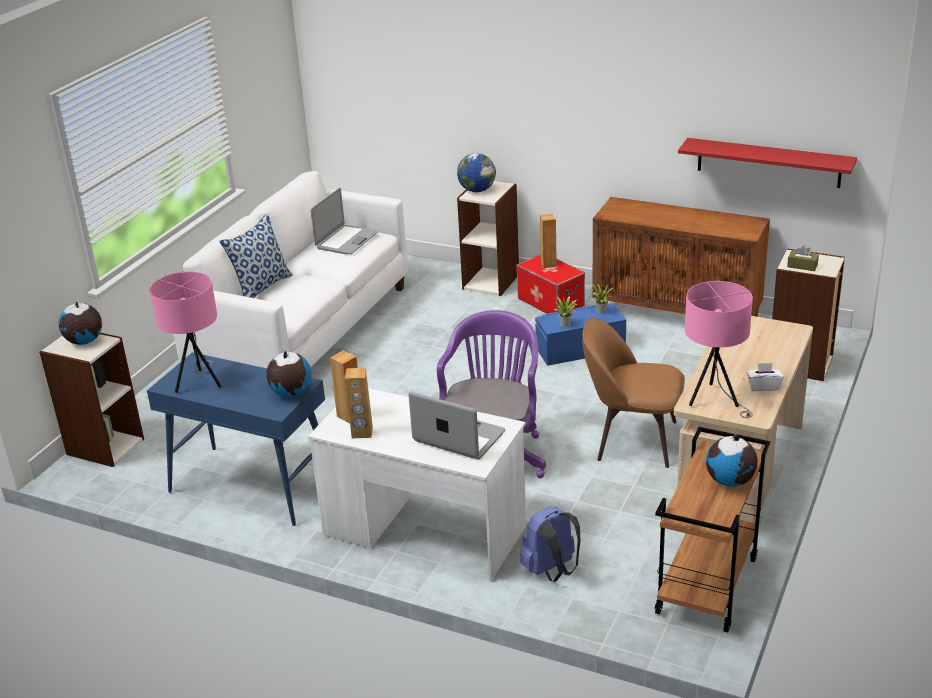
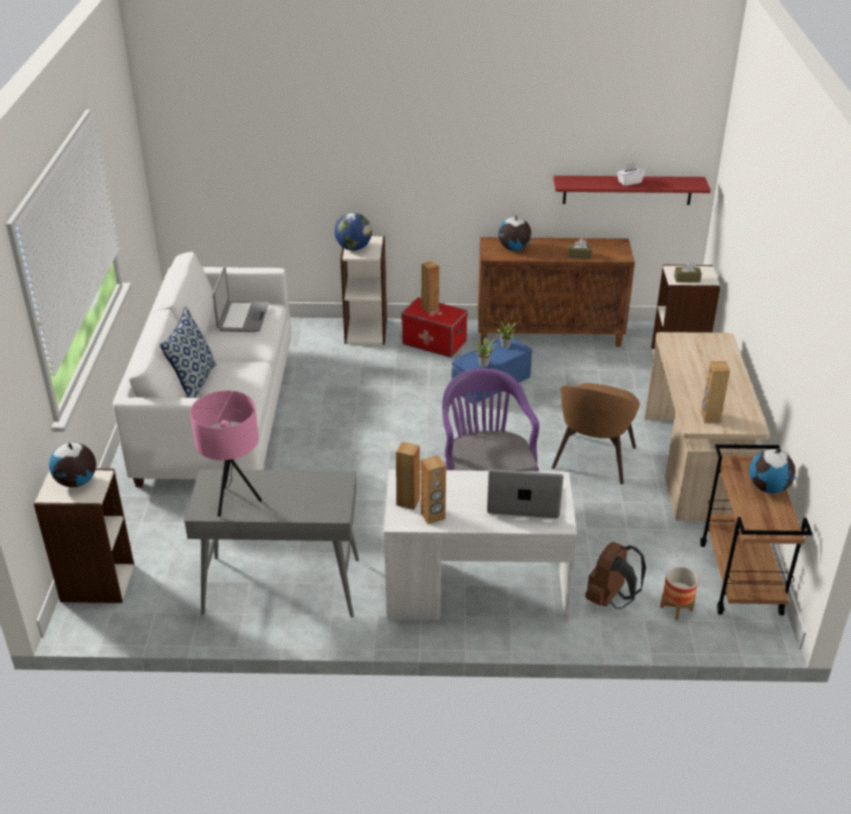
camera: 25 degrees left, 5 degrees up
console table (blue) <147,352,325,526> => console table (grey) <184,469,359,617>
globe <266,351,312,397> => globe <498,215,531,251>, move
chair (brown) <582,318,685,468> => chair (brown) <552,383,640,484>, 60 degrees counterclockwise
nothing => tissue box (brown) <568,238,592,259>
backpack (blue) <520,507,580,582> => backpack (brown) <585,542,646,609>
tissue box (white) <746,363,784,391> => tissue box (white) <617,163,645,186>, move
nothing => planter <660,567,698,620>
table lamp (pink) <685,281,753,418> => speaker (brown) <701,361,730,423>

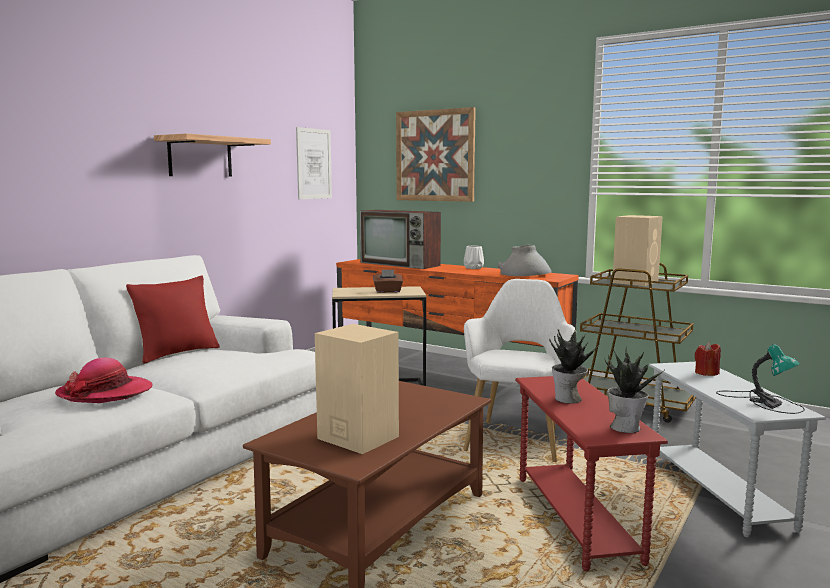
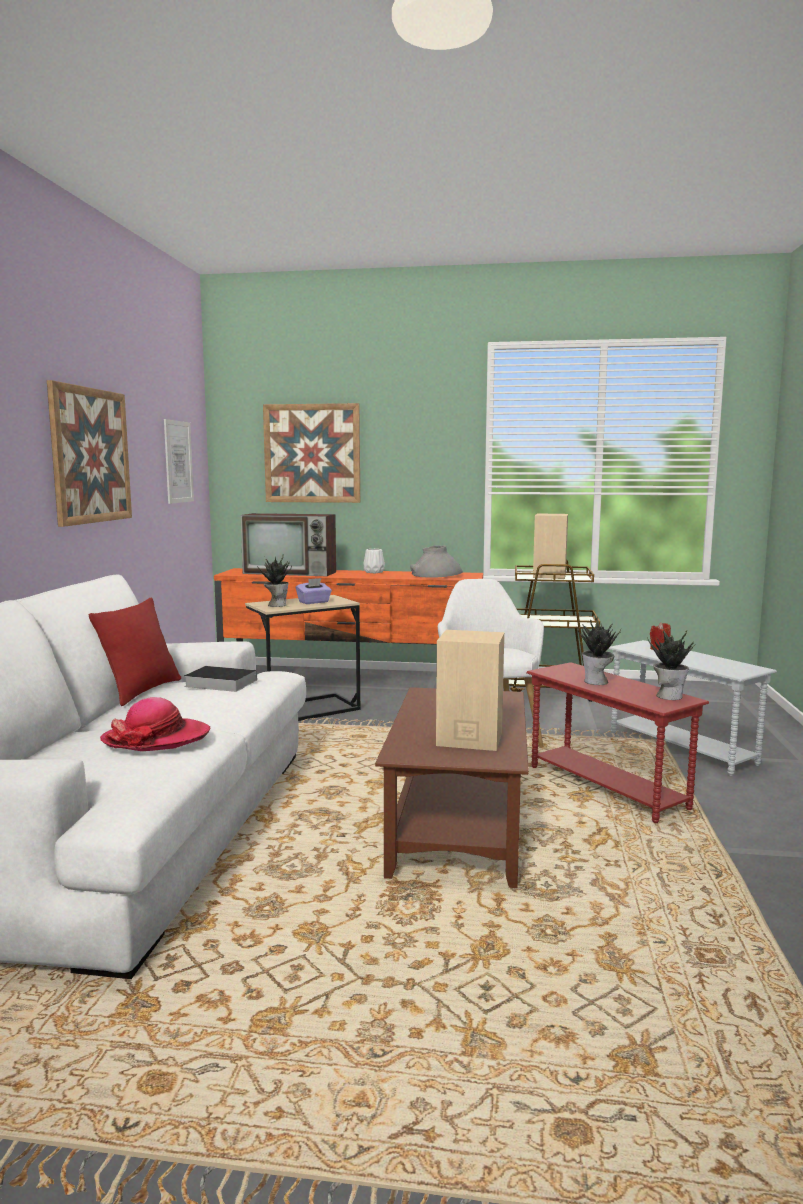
camera: 25 degrees left, 0 degrees up
shelf <154,134,271,177> => picture <47,380,132,527>
nothing => book <184,666,257,692>
nothing => potted plant <257,555,292,607>
tissue box (brown) <373,270,403,293> => tissue box (purple) <296,578,332,604>
table lamp <716,344,805,414> => nothing

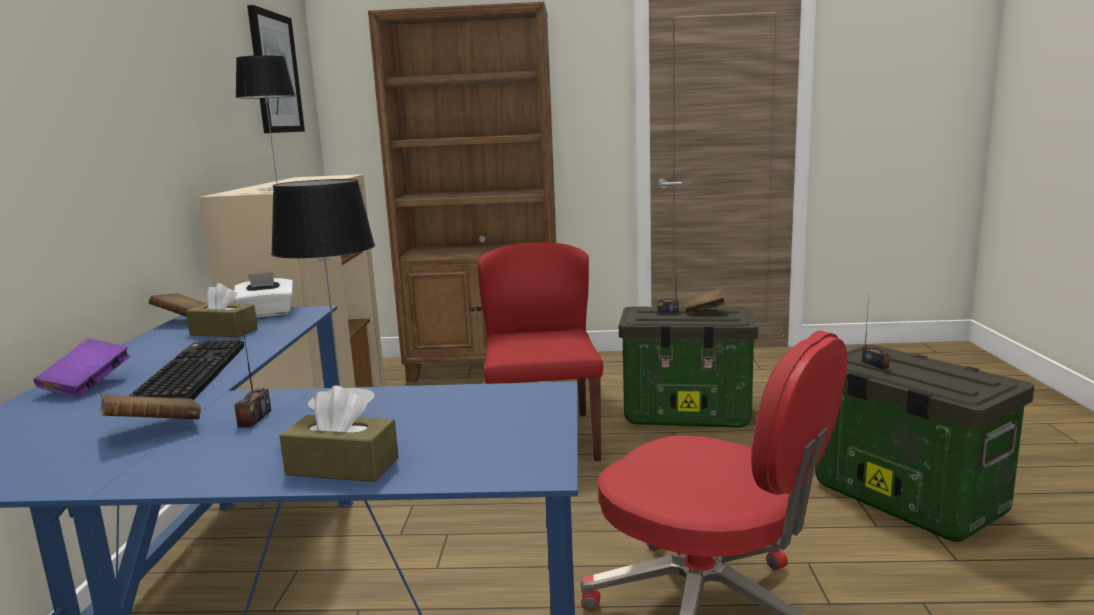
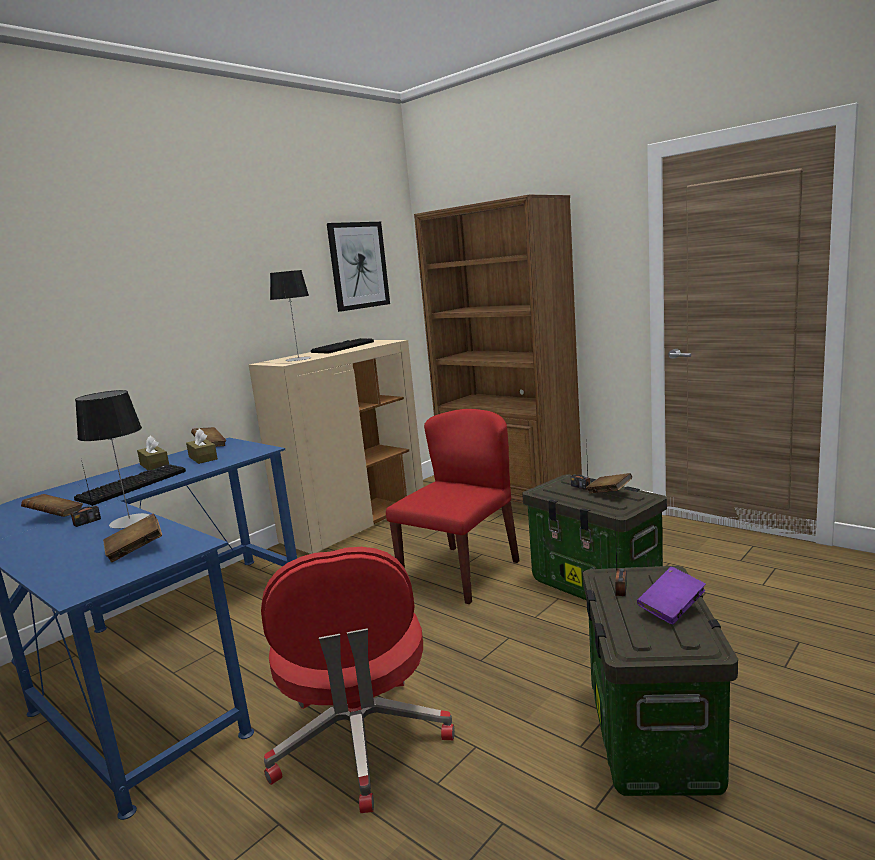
camera: 40 degrees right, 0 degrees up
nothing => book (brown) <103,514,162,562>
tissue box (brown) <279,385,399,482> => tissue box (brown) <137,436,169,470>, move
nothing => keyboard <311,338,374,354>
book (purple) <34,339,130,397> => book (purple) <637,567,706,624>, move
tissue box (white) <233,272,293,318> => nothing

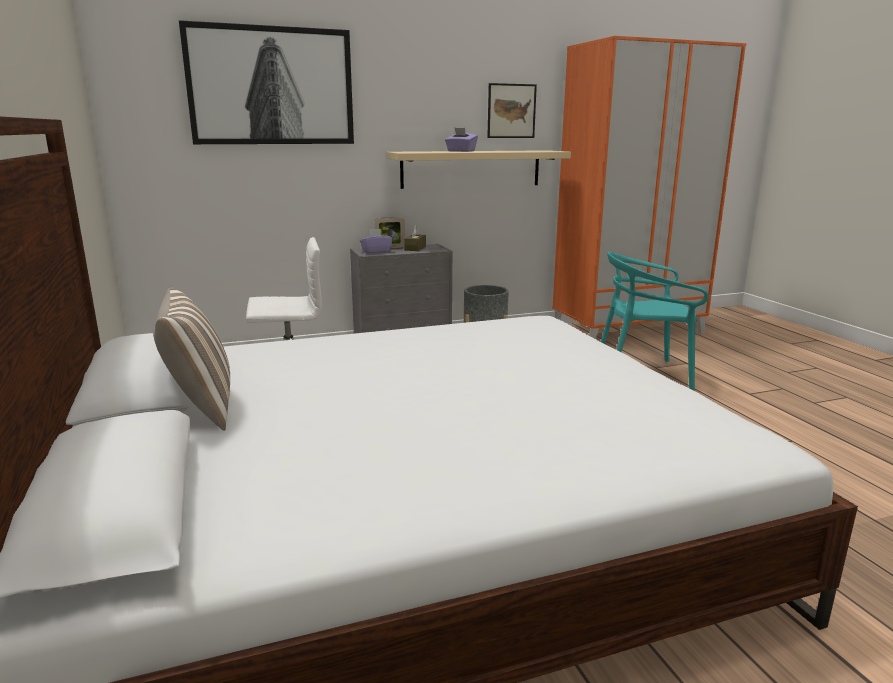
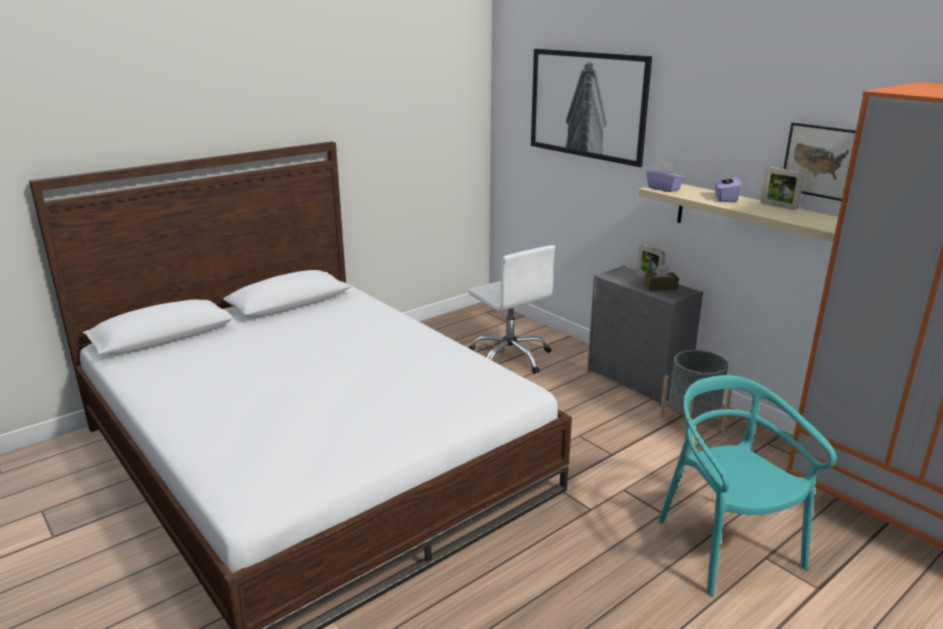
camera: 70 degrees right, 5 degrees up
tissue box (purple) <360,229,393,254> => tissue box (purple) <647,162,685,192>, move
nothing => picture frame <761,167,804,210>
pillow <153,287,230,431> => nothing

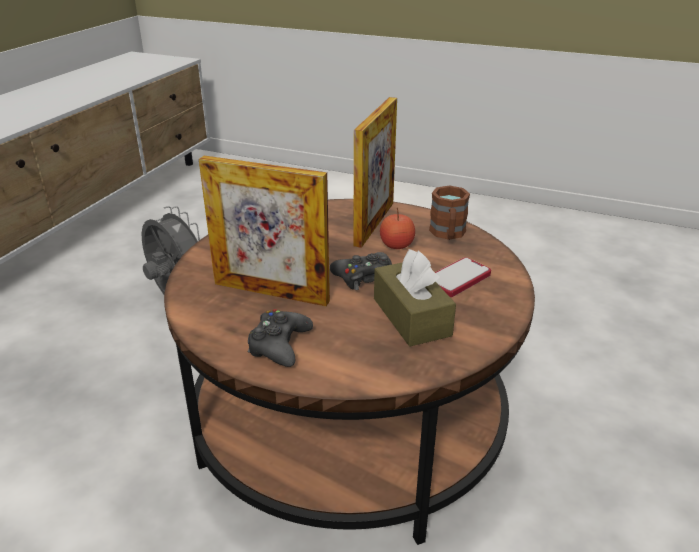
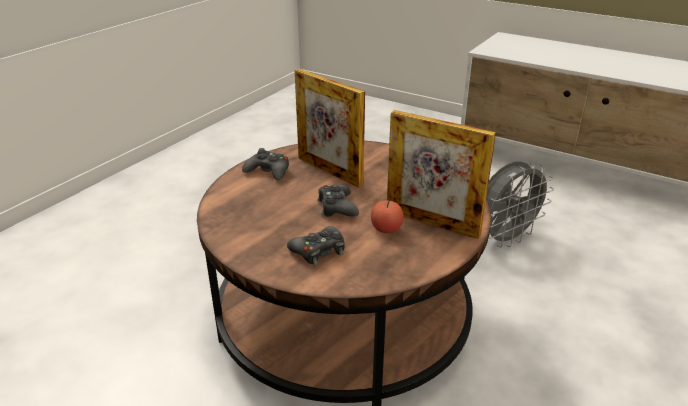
camera: 100 degrees right, 0 degrees up
phone <435,257,491,297> => game controller (black) <287,226,345,265>
picture frame <199,156,330,306> => picture frame <295,69,365,187>, 75 degrees counterclockwise
tissue box (brown) <374,249,456,346> => nothing
mug (brown) <429,185,470,240> => nothing

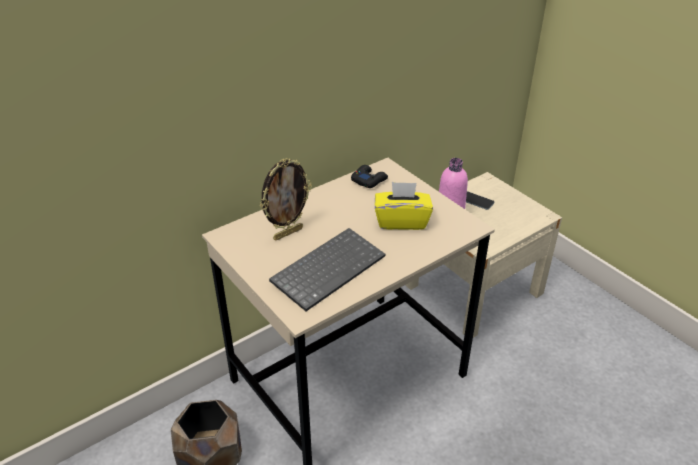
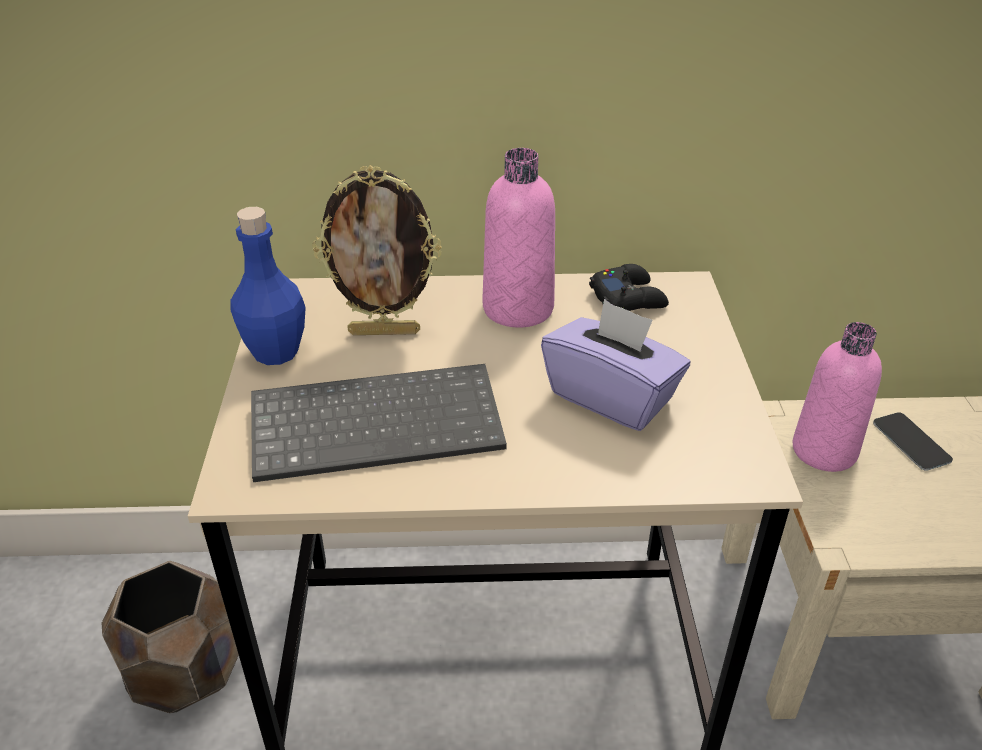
camera: 35 degrees right, 0 degrees up
nothing => bottle (blue) <230,207,306,365>
nothing => bottle (pink) <483,148,555,327>
tissue box (yellow) <375,182,433,230> => tissue box (purple) <541,299,690,431>

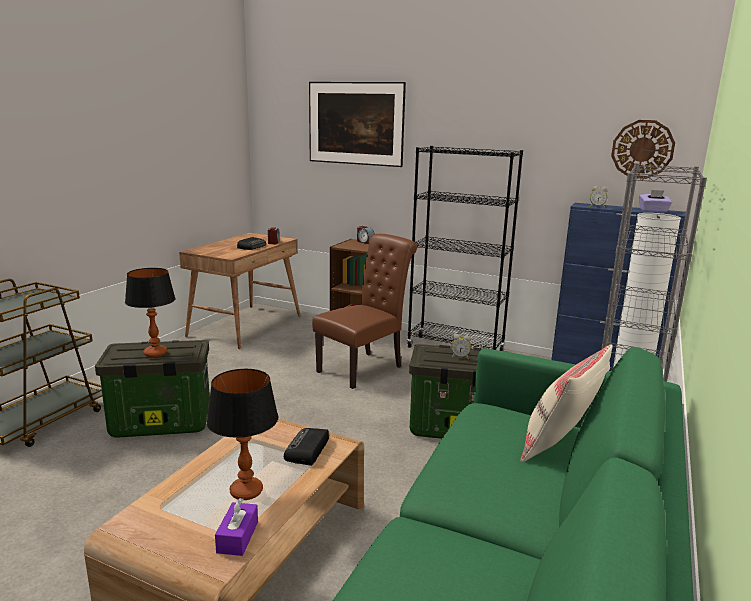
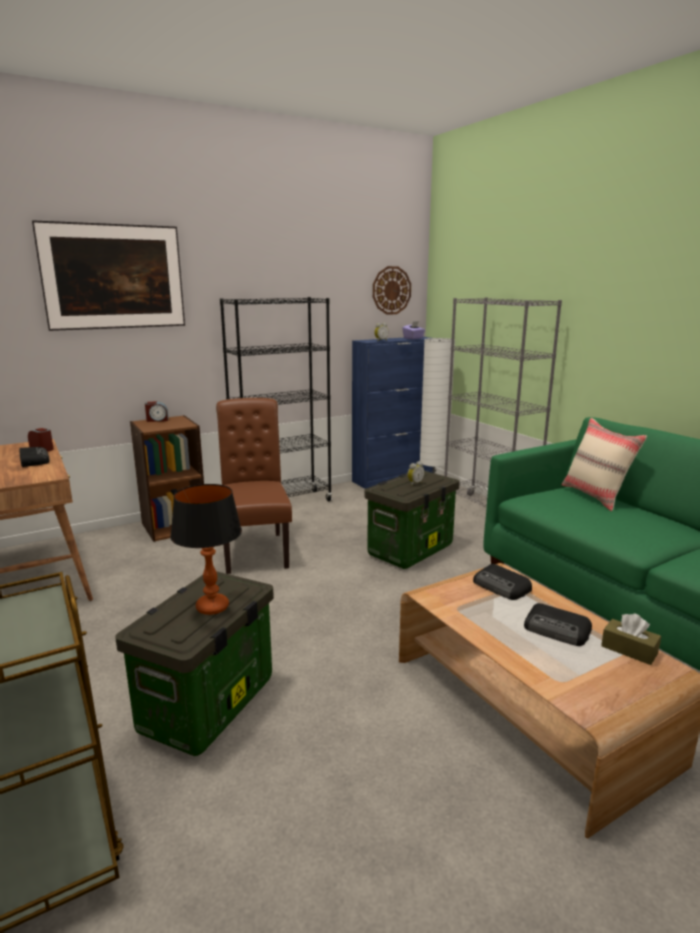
camera: 55 degrees left, 0 degrees up
table lamp <207,369,278,500> => radio <524,603,592,646>
tissue box (purple) <215,498,258,556> => tissue box (brown) <601,614,661,665>

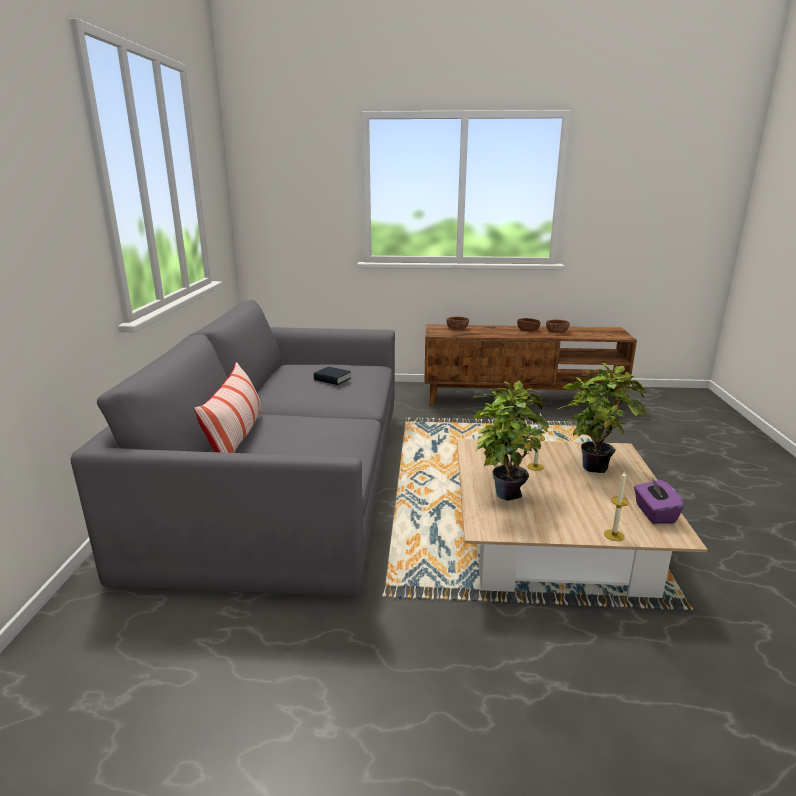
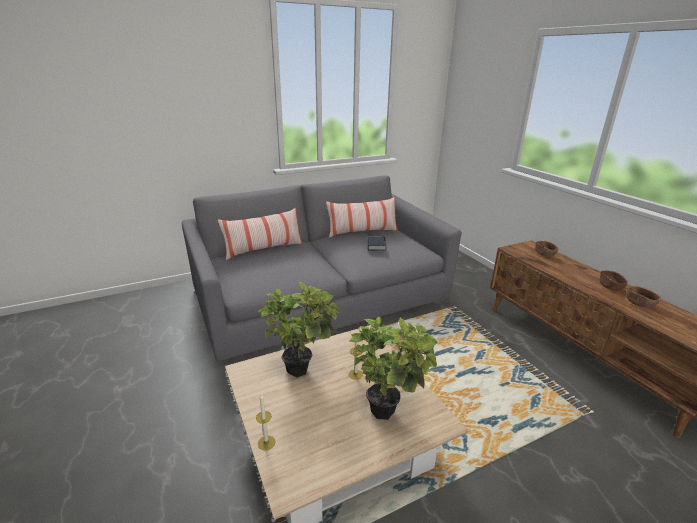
camera: 60 degrees right, 5 degrees up
nothing => pillow <326,197,398,238>
tissue box (purple) <634,477,684,524> => nothing

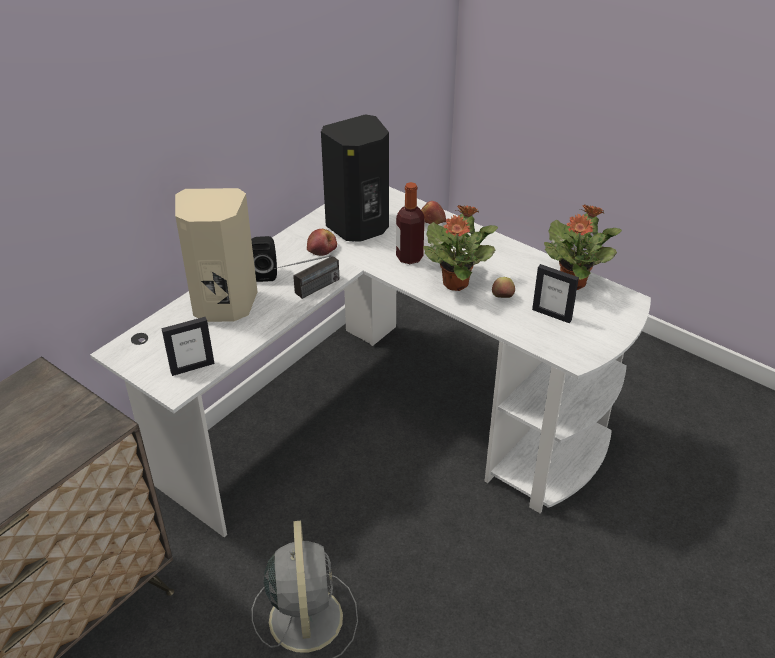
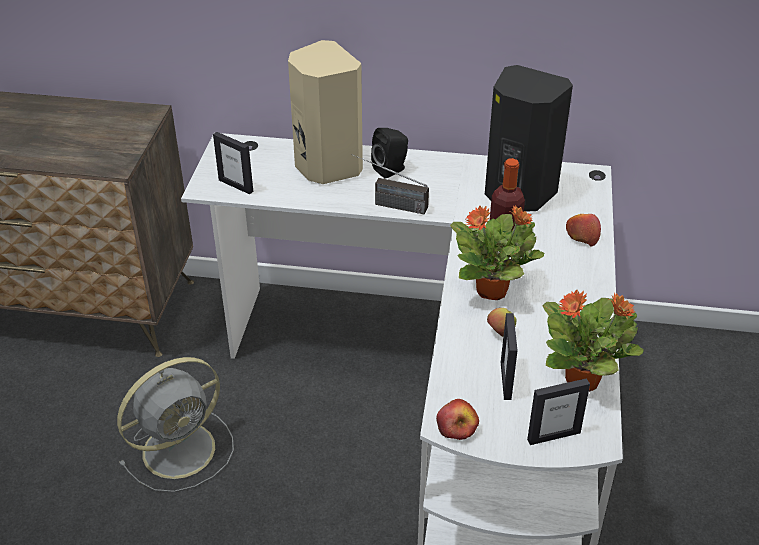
camera: 60 degrees right, 0 degrees up
apple <307,229,337,256> => apple <436,399,479,440>, move
nothing => picture frame <527,378,590,445>

